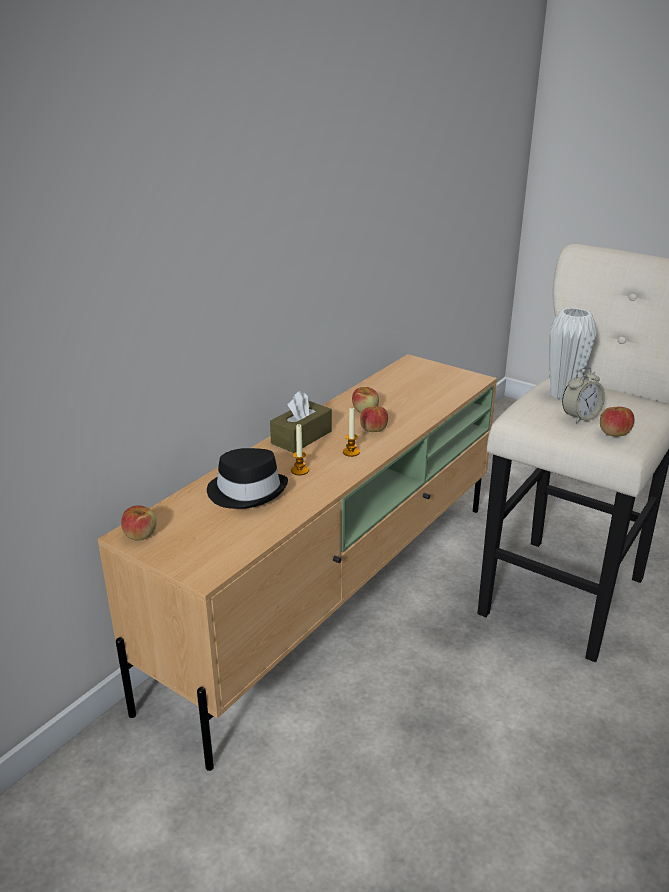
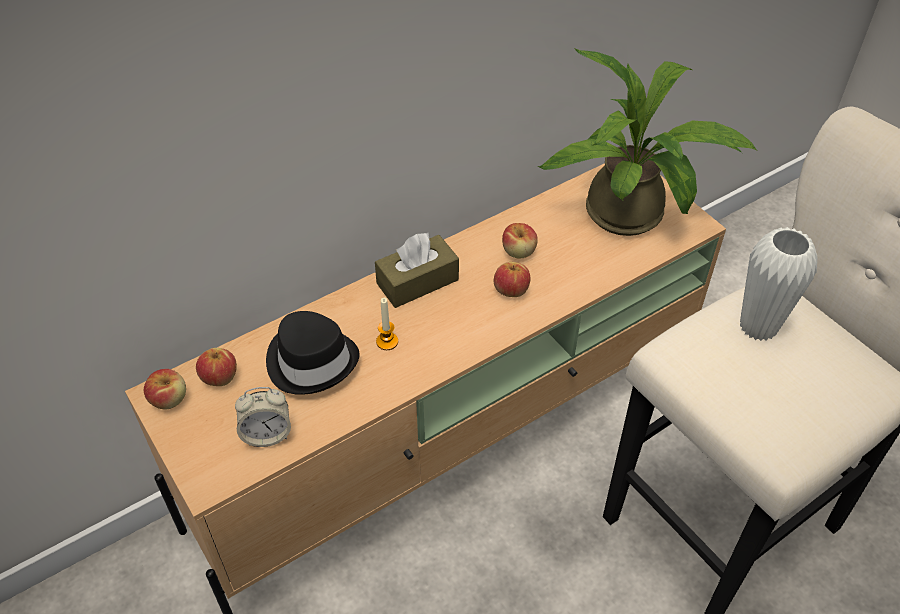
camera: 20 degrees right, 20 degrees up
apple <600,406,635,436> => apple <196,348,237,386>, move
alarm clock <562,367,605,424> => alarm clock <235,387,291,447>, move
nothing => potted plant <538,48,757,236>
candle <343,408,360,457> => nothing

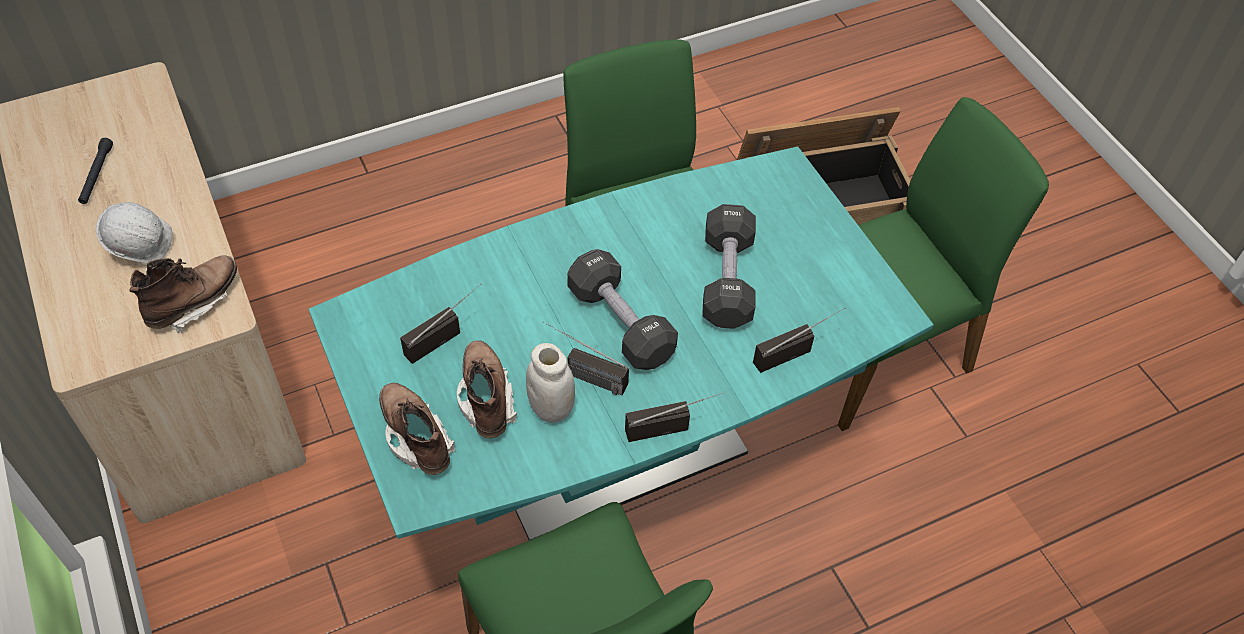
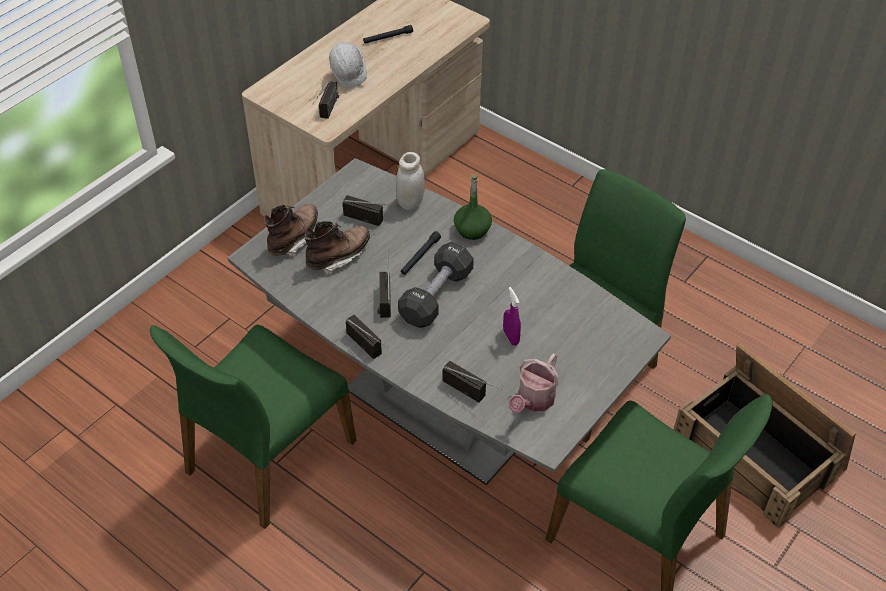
camera: 65 degrees right, 5 degrees down
dining table (turquoise) <309,146,934,540> => dining table (grey) <227,158,671,485>
boot (brown) <129,256,237,334> => radio <314,81,339,119>
jar (white) <526,343,575,423> => jar (white) <396,152,425,211>, move
nothing => flashlight (black) <401,231,441,275>
nothing => bottle (green) <454,174,492,240>
dumbbell (black) <702,204,756,329> => spray bottle (purple) <503,287,521,346>
nothing => watering can <509,354,558,413>

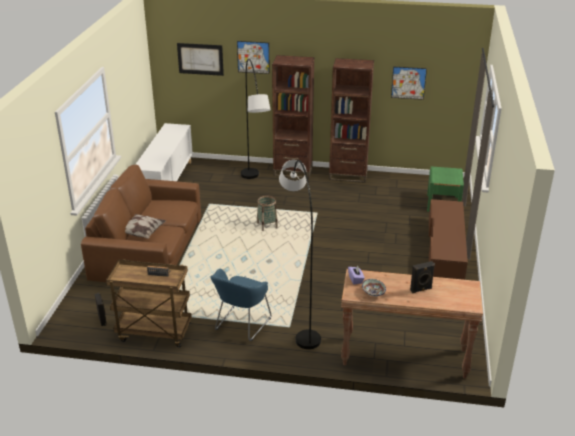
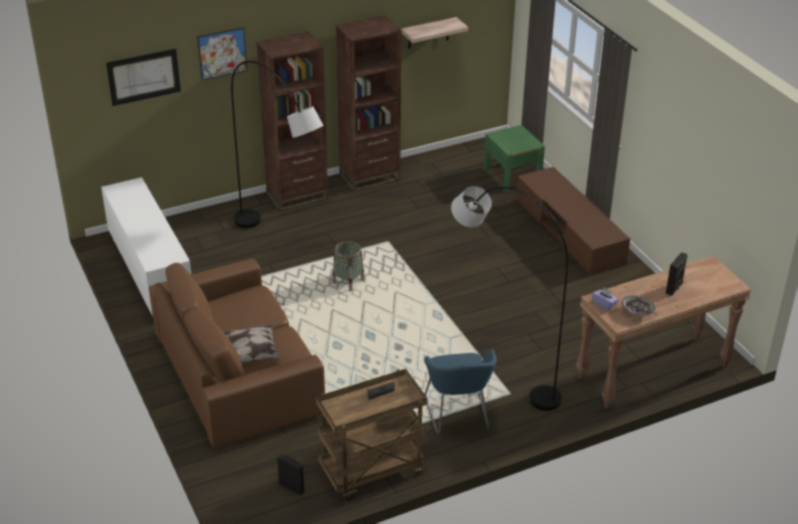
camera: 35 degrees left, 5 degrees up
picture <391,67,427,100> => shelf <401,17,468,49>

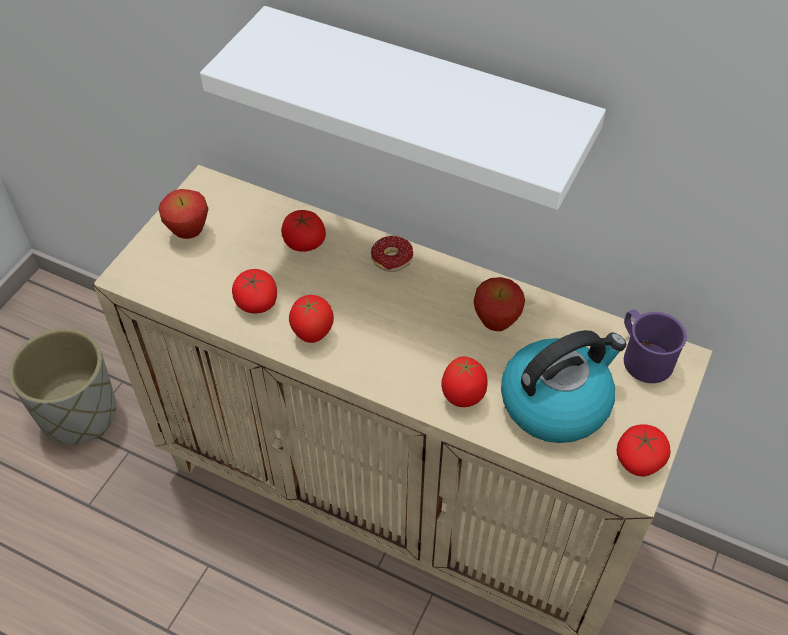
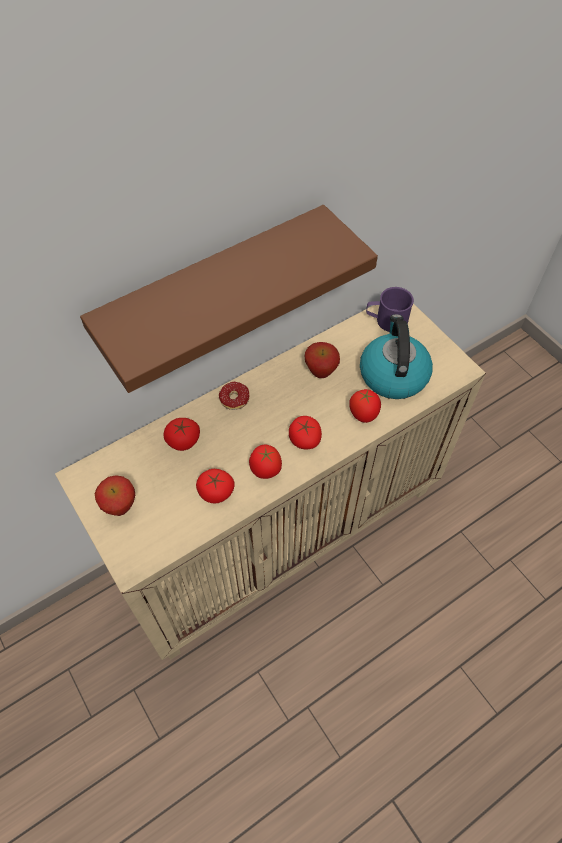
camera: 60 degrees left, 5 degrees up
shelf (white) <200,6,606,210> => shelf (brown) <80,205,378,393>
tomato <617,424,671,477> => tomato <289,416,322,449>, move
planter (grey) <8,328,116,445> => nothing

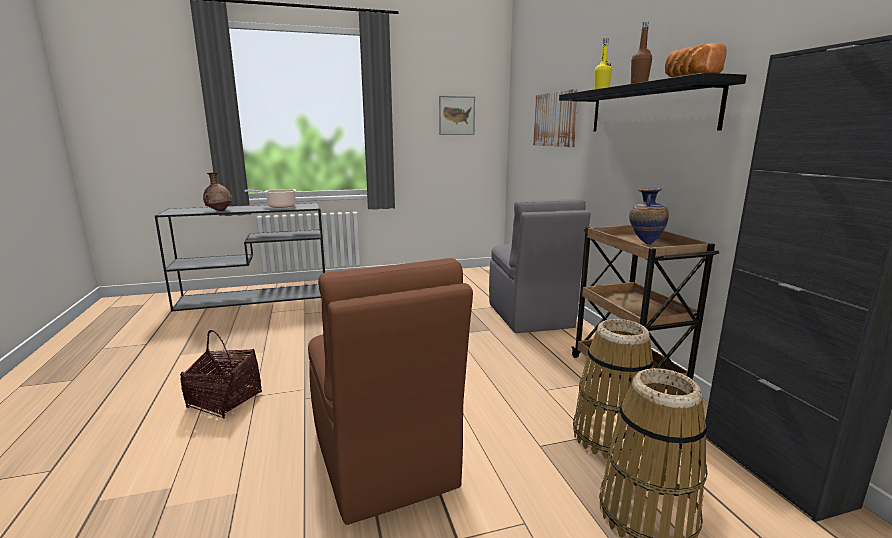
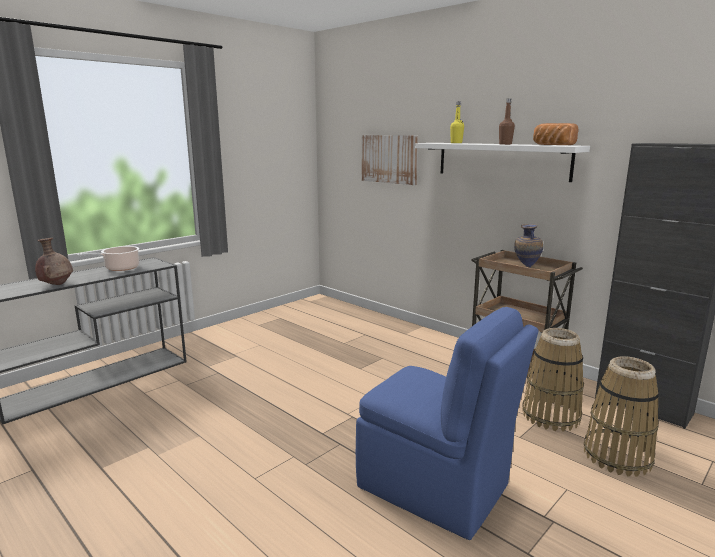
camera: 30 degrees left, 0 degrees up
chair (brown) <308,258,473,525> => chair (blue) <356,307,538,540>
shelf (black) <559,73,747,131> => shelf (white) <415,143,590,182>
basket <180,330,262,418> => nothing
picture <439,96,475,135> => nothing
chair (grey) <489,198,591,333> => nothing

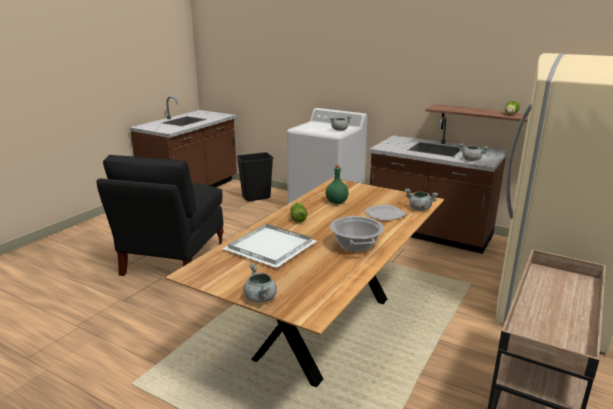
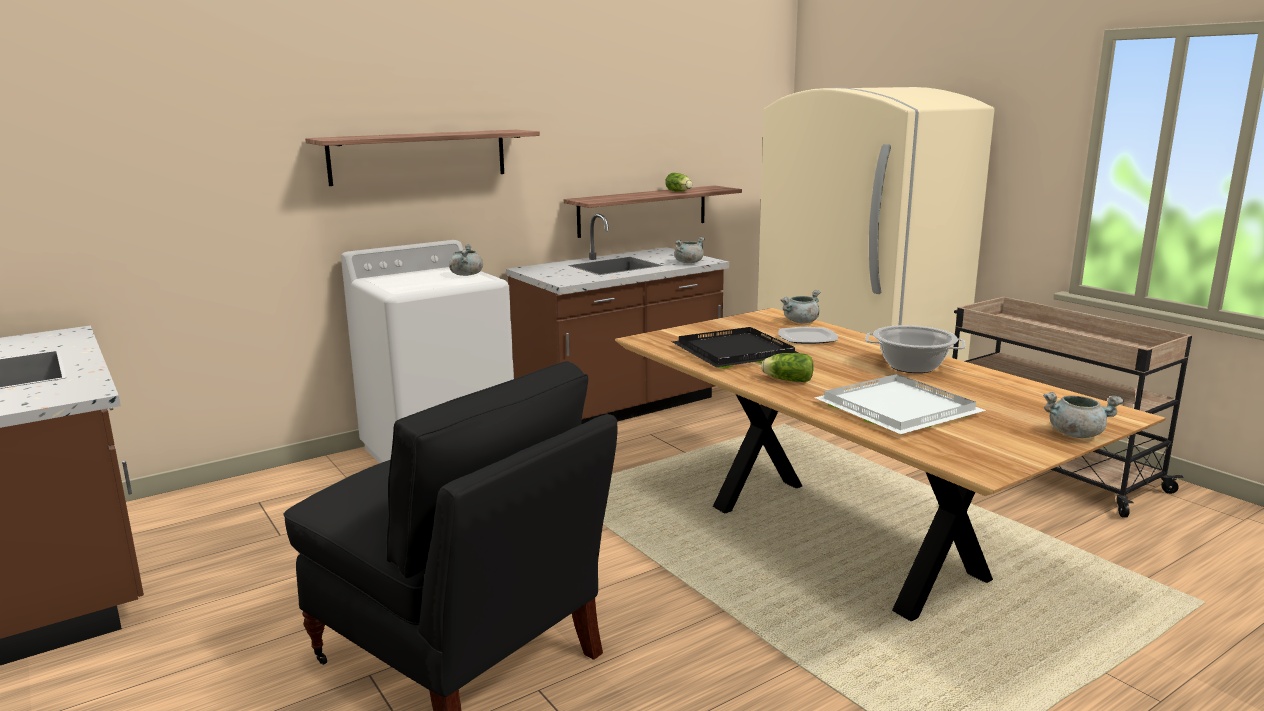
camera: 65 degrees left, 5 degrees down
nothing => shelf <305,130,540,186>
bottle (green) <326,165,348,204> => tray (black) <672,327,799,369>
trash can (black) <237,152,273,201> => nothing

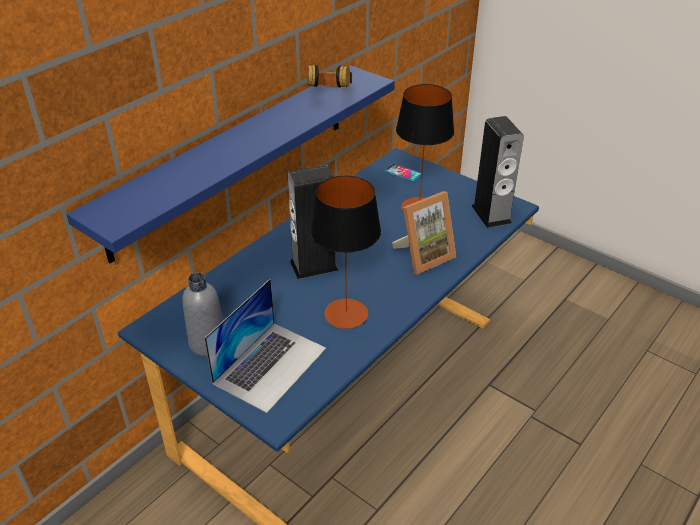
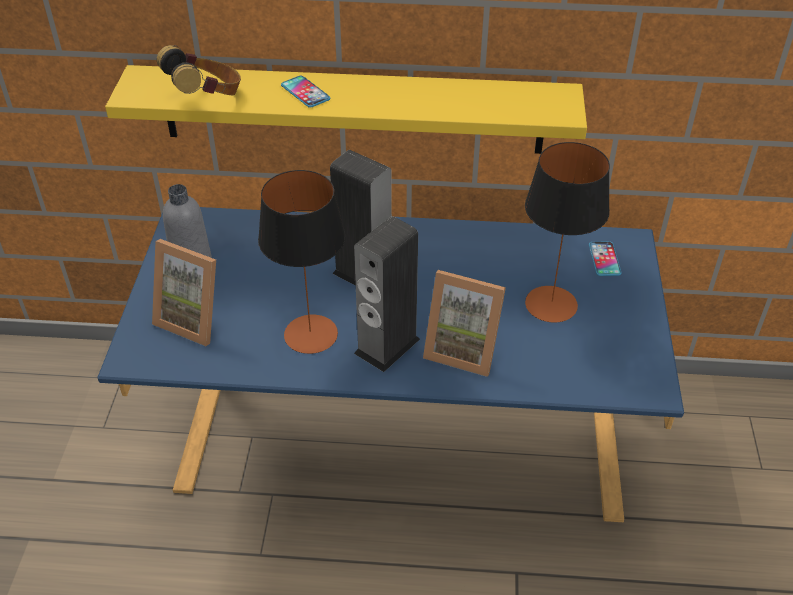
camera: 55 degrees right, 5 degrees up
shelf (blue) <66,66,395,263> => shelf (yellow) <105,65,587,154>
laptop <204,279,326,413> => picture frame <152,239,216,346>
headphones <307,65,352,88> => headphones <157,45,241,95>, move
nothing => phone <281,76,330,108>
speaker <472,116,524,228> => speaker <354,216,420,372>, move

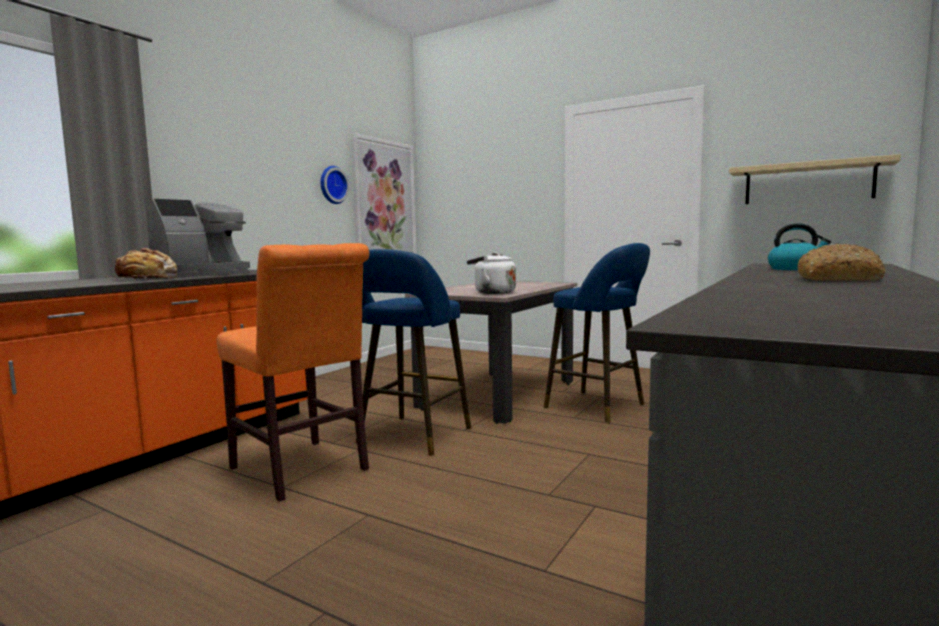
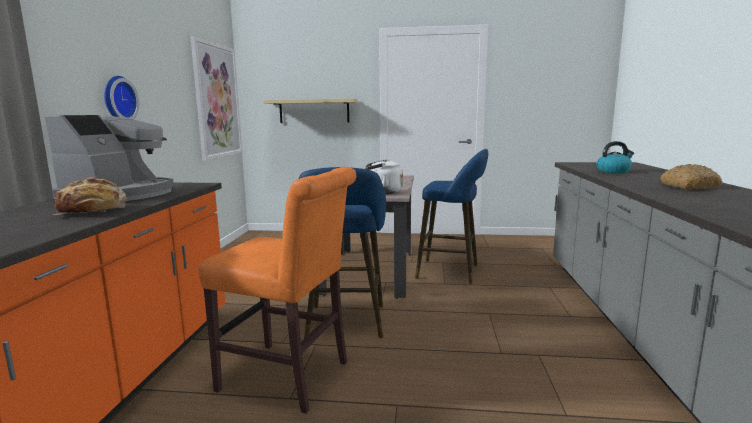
camera: 25 degrees left, 5 degrees up
wall clock <321,166,349,204> => wall clock <104,76,139,119>, move
shelf (beige) <729,154,901,204> => shelf (beige) <264,98,357,123>, move

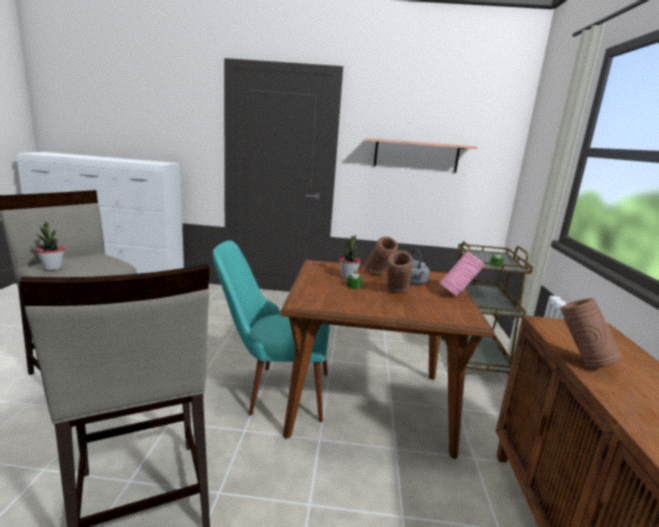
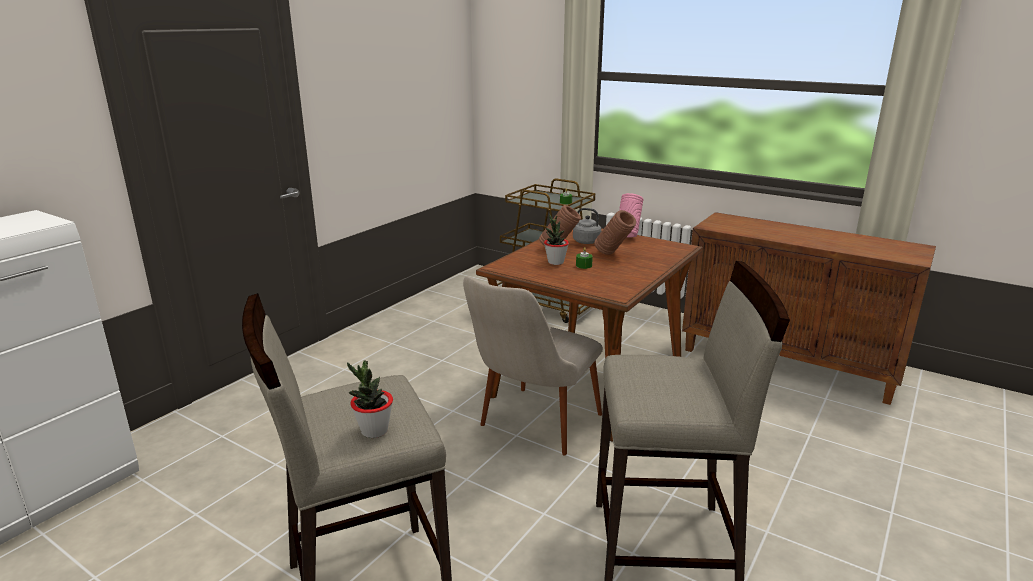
camera: 60 degrees left, 5 degrees up
chair (turquoise) <213,240,330,422> => chair (beige) <463,276,603,455>
shelf <366,138,478,173> => nothing
vase (brown) <561,298,622,368> => nothing

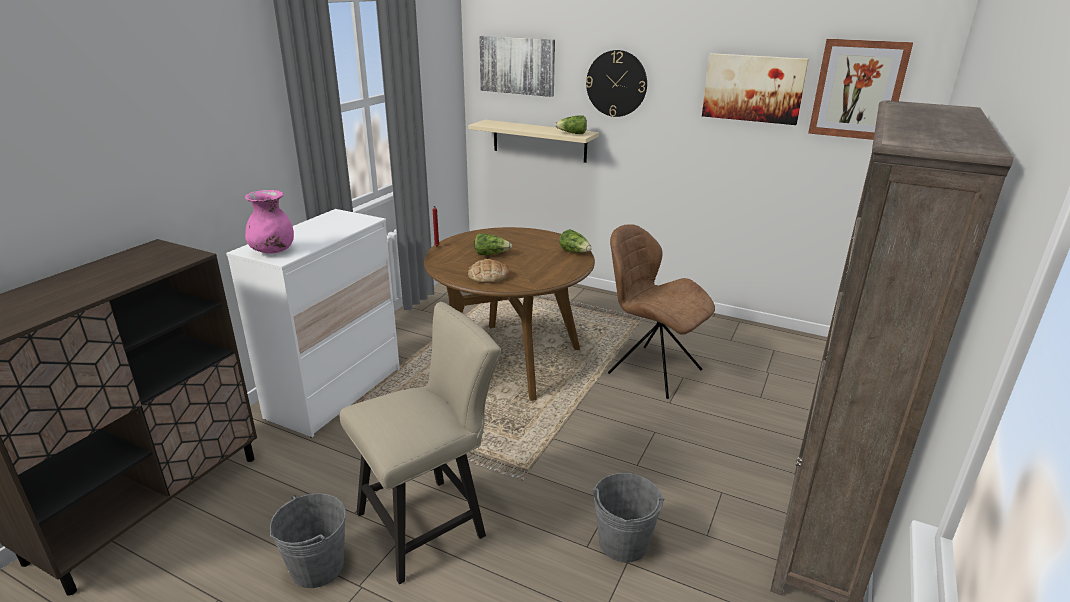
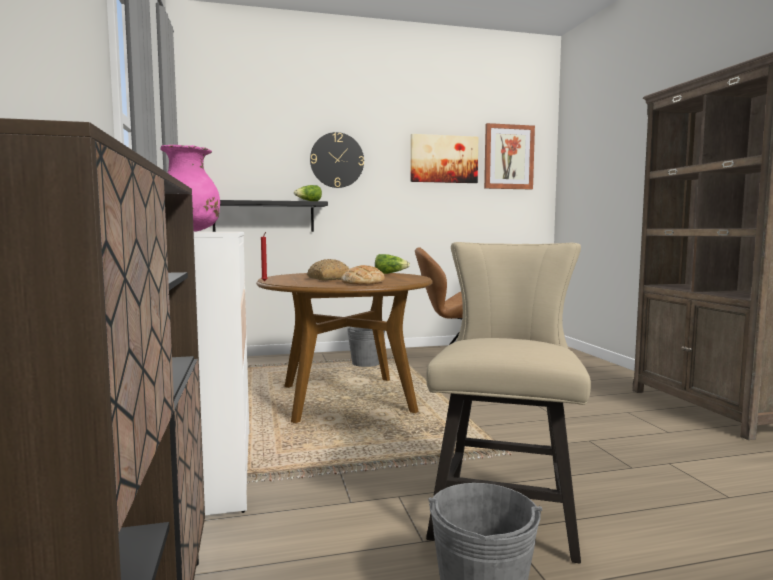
camera: 40 degrees left, 20 degrees down
shelf (beige) <468,120,599,163> => shelf (black) <213,200,328,232>
lettuce <474,233,512,255> => bread <307,259,349,281>
bucket (grey) <593,473,664,563> => bucket (grey) <347,327,385,367>, move
picture <479,36,555,97> => nothing

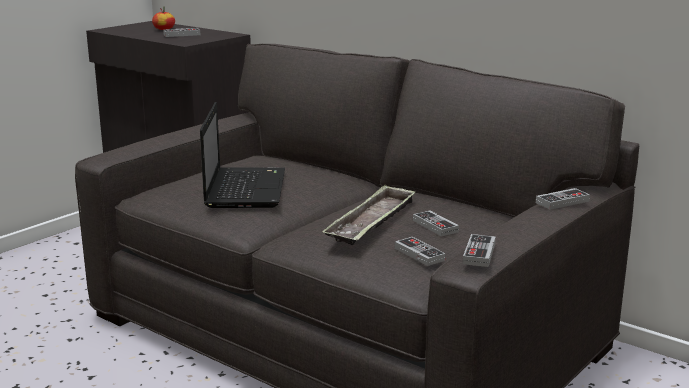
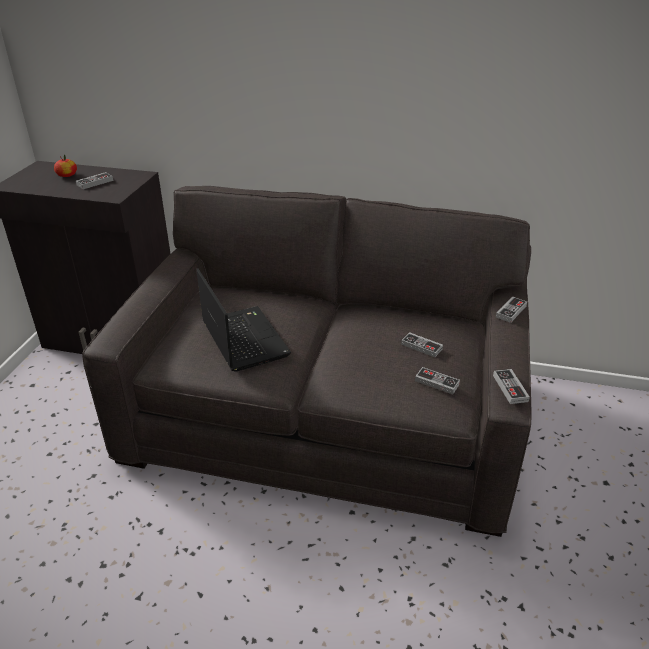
camera: 25 degrees left, 15 degrees up
tray <322,185,416,245> => nothing

